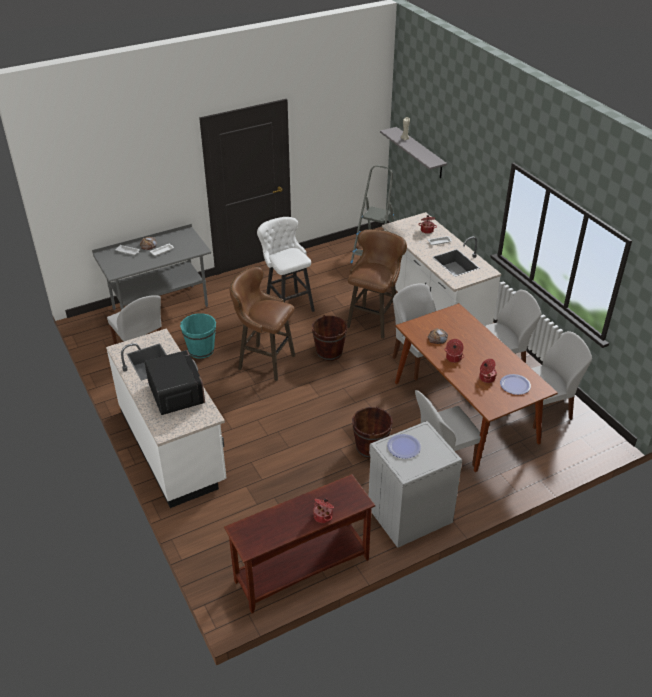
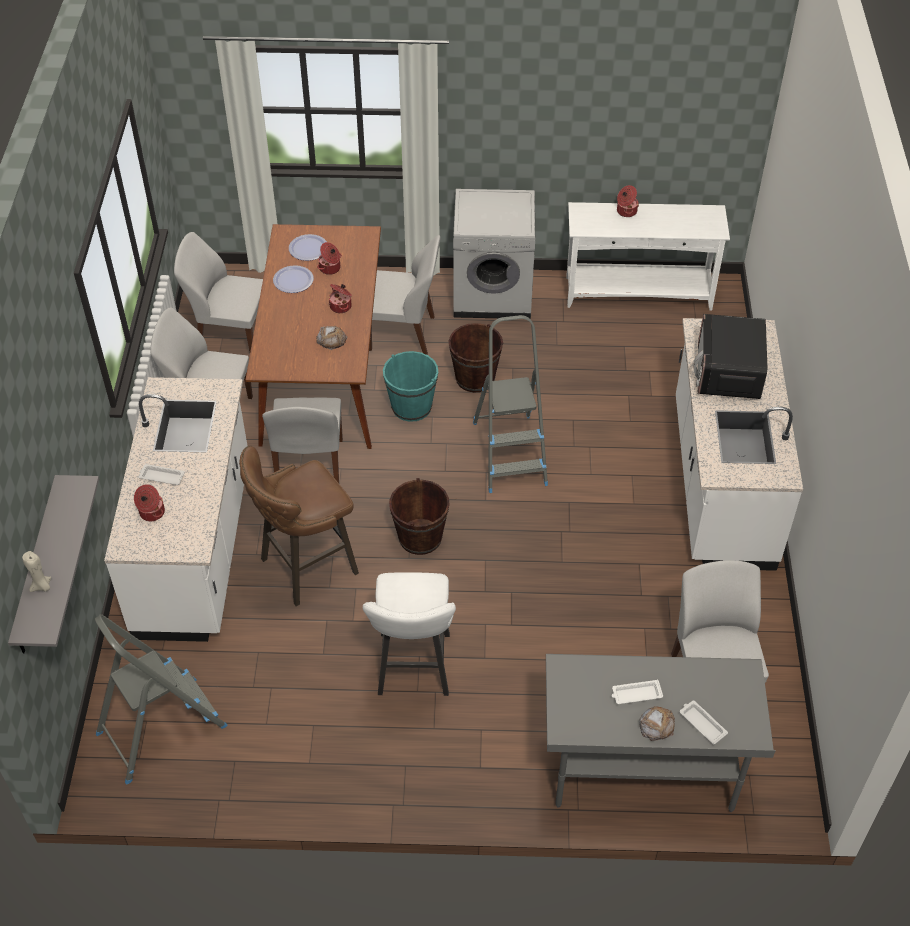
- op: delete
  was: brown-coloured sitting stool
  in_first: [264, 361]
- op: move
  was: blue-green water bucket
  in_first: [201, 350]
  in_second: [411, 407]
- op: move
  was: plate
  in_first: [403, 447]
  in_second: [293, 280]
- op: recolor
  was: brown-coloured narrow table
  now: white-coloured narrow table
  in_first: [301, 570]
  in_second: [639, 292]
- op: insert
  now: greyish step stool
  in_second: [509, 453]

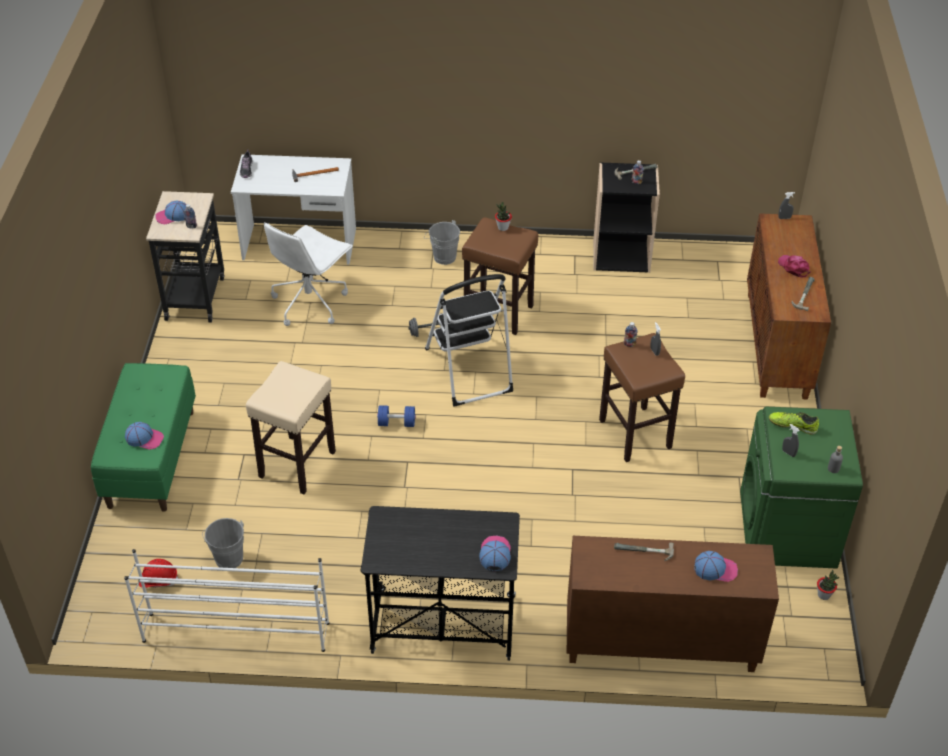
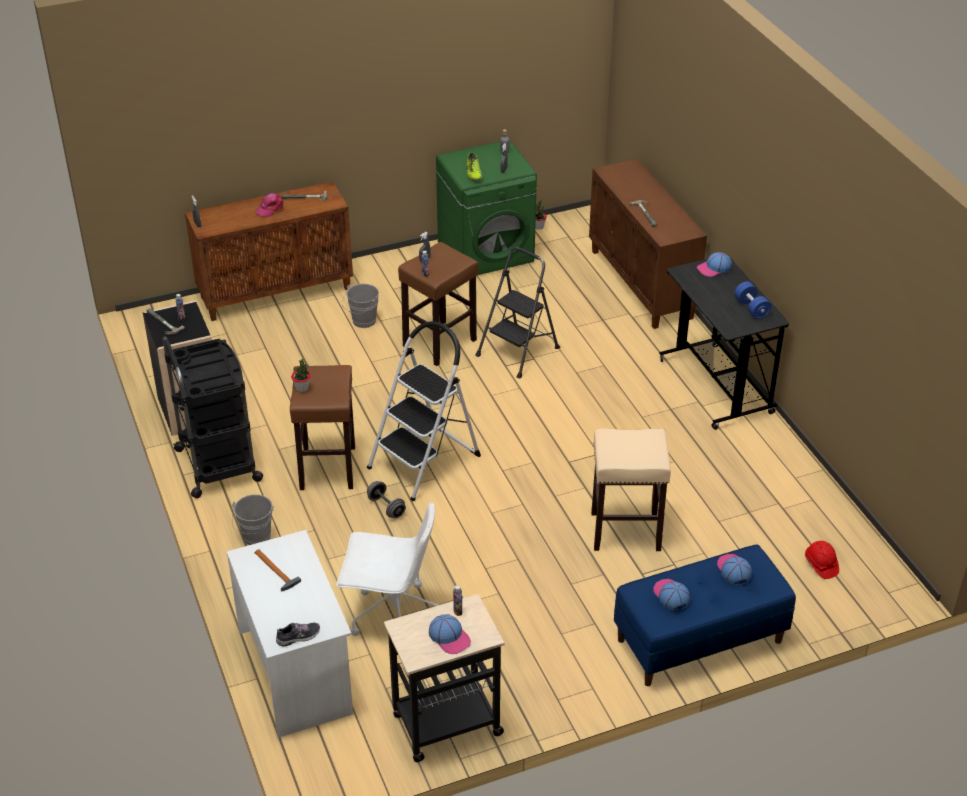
- op: recolor
  was: greenish indoor bench
  now: blue-coloured indoor bench
  in_first: [151, 458]
  in_second: [699, 641]
- op: move
  was: blue-coloured hand weight
  in_first: [396, 423]
  in_second: [751, 308]
- op: move
  was: greyish water bucket
  in_first: [227, 556]
  in_second: [362, 322]
- op: delete
  was: white-coloured shoe stand
  in_first: [235, 631]
- op: move
  was: cap
  in_first: [715, 569]
  in_second: [670, 595]
- op: insert
  now: blackish step stool
  in_second: [519, 350]
- op: insert
  now: blackish trolley
  in_second: [219, 465]

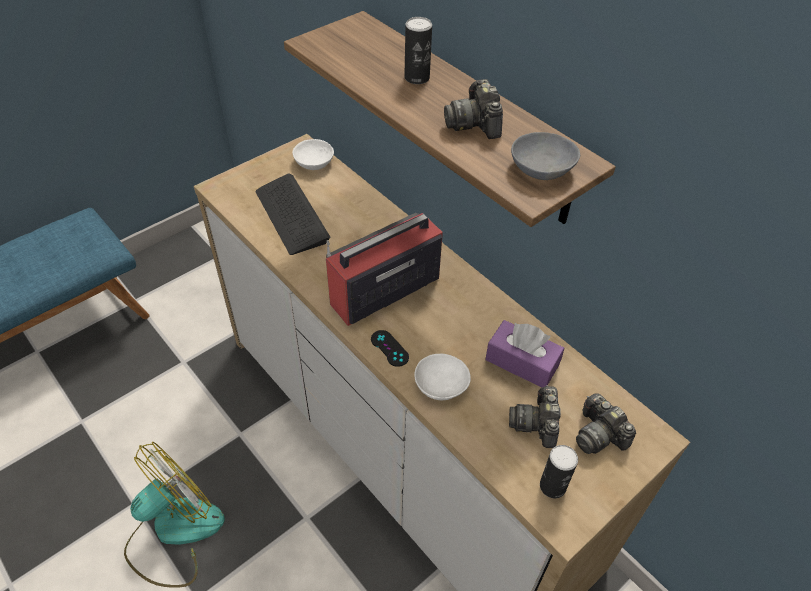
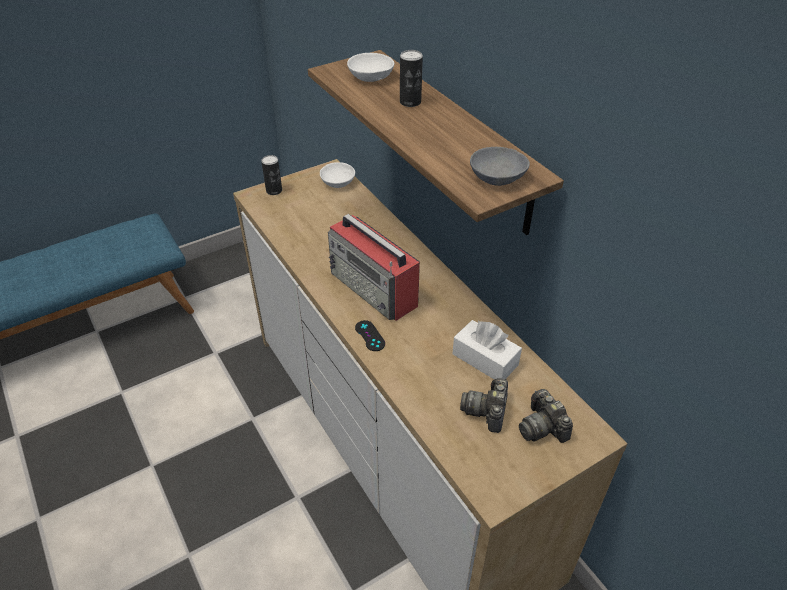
- op: delete
  was: still camera
  in_first: [474, 123]
- op: delete
  was: PC keyboard
  in_first: [291, 215]
- op: rotate
  was: radio
  in_first: [383, 291]
  in_second: [374, 289]
  clockwise: -105
- op: recolor
  was: purple-coloured tissue box
  now: white-coloured tissue box
  in_first: [522, 362]
  in_second: [485, 359]
- op: move
  was: white-coloured deep dish
  in_first: [442, 384]
  in_second: [372, 76]
- op: delete
  was: fan
  in_first: [174, 533]
- op: move
  was: metal can
  in_first: [552, 486]
  in_second: [274, 191]

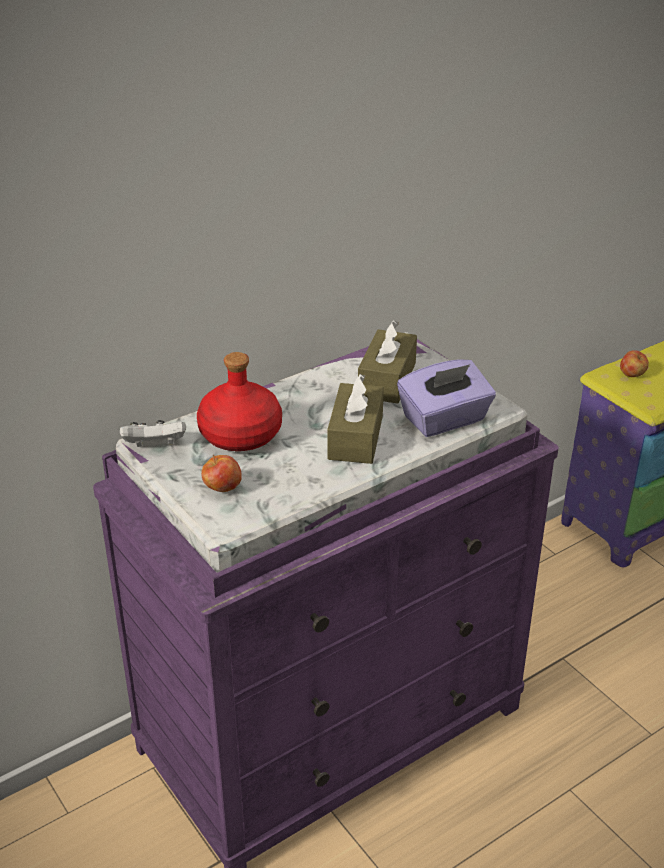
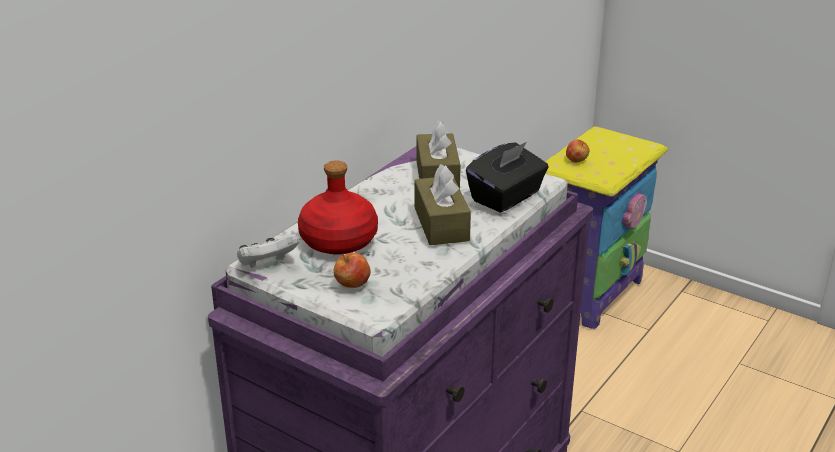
- op: recolor
  was: purple-coloured tissue box
  now: blackish tissue box
  in_first: [444, 420]
  in_second: [506, 197]

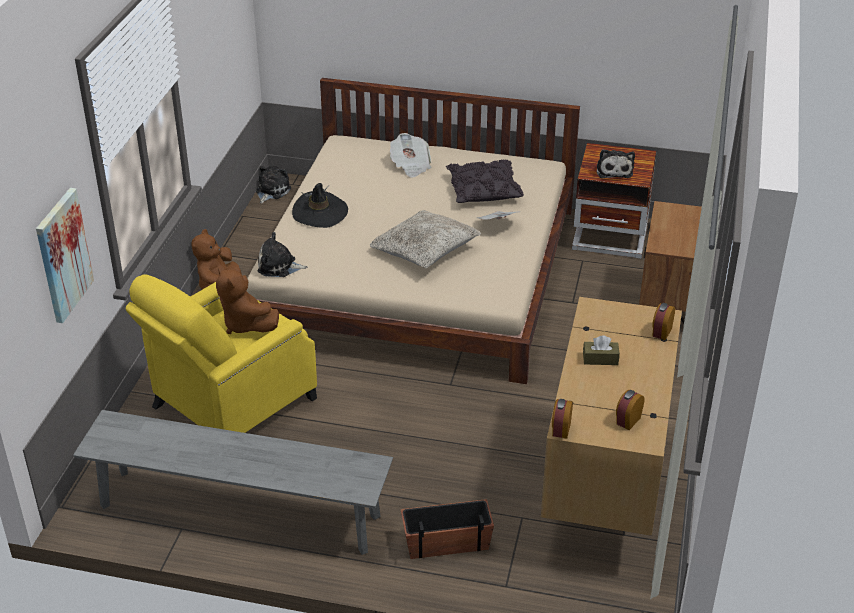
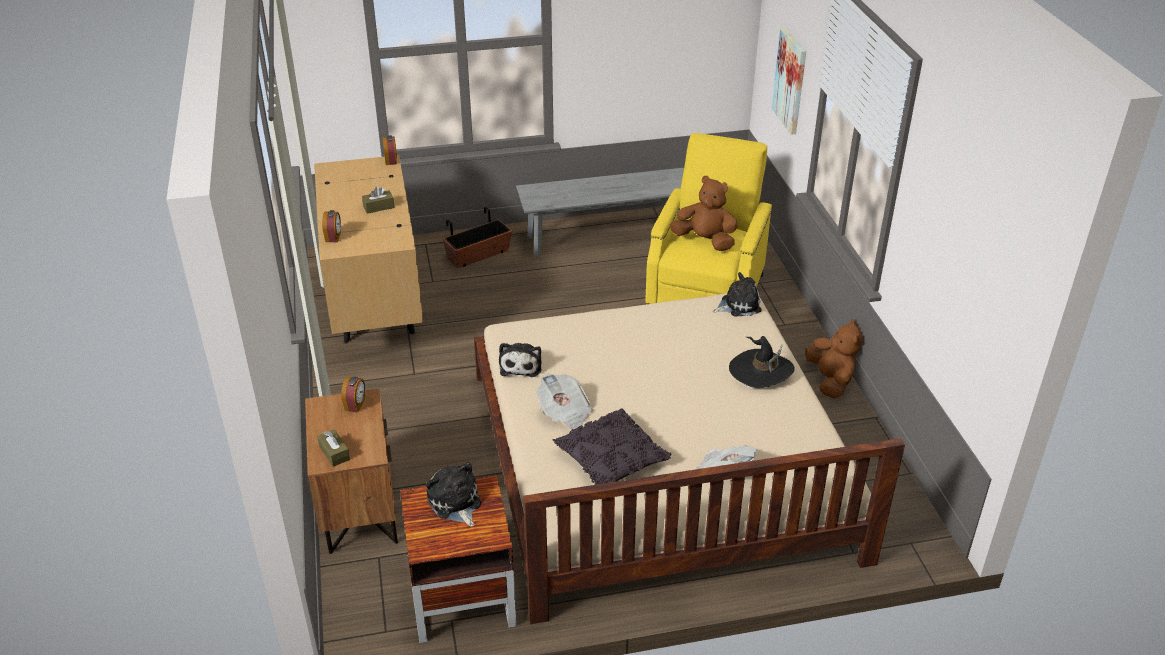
- op: move
  was: cuddly toy
  in_first: [271, 191]
  in_second: [521, 365]
- op: delete
  was: sand-coloured throw pillow
  in_first: [425, 250]
- op: move
  was: alarm clock
  in_first: [627, 420]
  in_second: [355, 404]
- op: insert
  now: brown-coloured tissue box
  in_second: [334, 453]

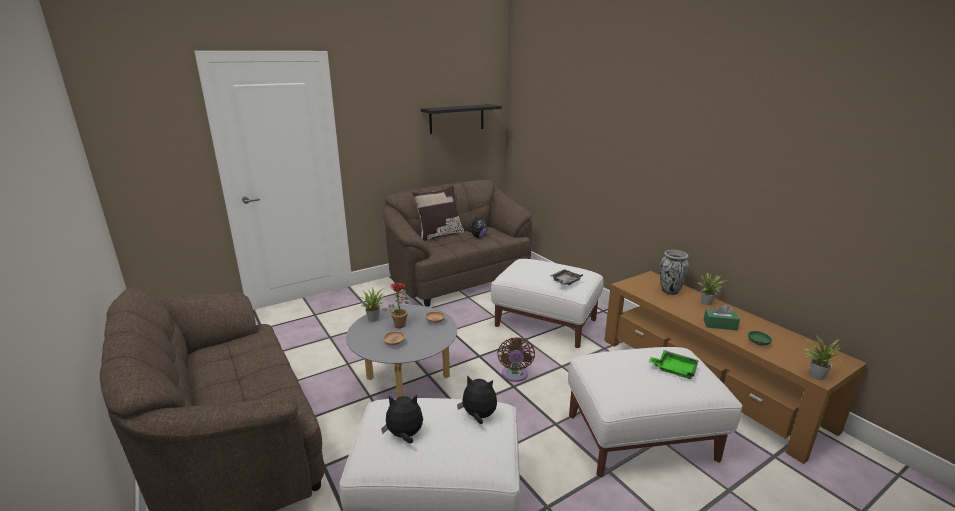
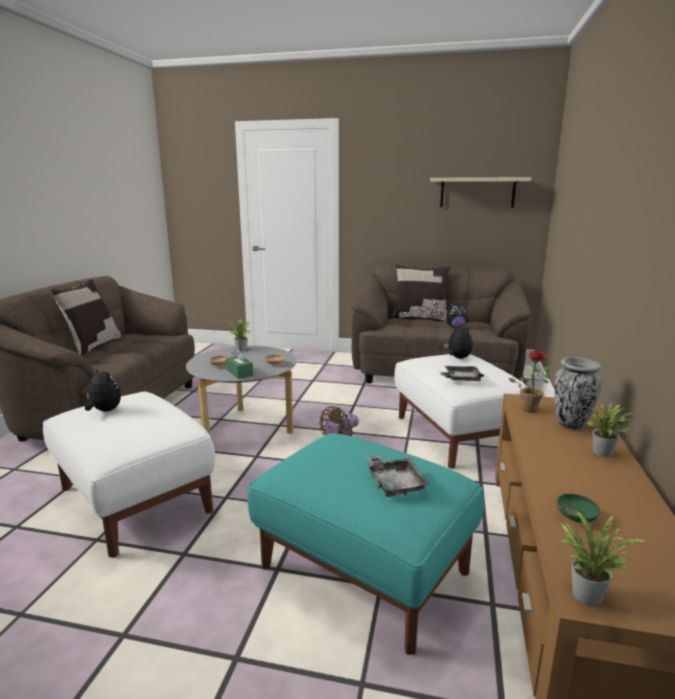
- op: recolor
  was: blackish shelf
  now: sand-coloured shelf
  in_first: [457, 118]
  in_second: [477, 192]
- op: move
  was: potted plant
  in_first: [400, 324]
  in_second: [530, 408]
- op: move
  was: greenish tissue box
  in_first: [720, 325]
  in_second: [239, 373]
- op: recolor
  was: white-coloured ottoman
  now: blue-green ottoman
  in_first: [640, 436]
  in_second: [363, 568]
- op: recolor
  was: greenish carrying tray
  now: greyish carrying tray
  in_first: [674, 369]
  in_second: [395, 483]
- op: move
  was: cuddly toy
  in_first: [478, 416]
  in_second: [458, 358]
- op: insert
  now: throw pillow
  in_second: [92, 346]

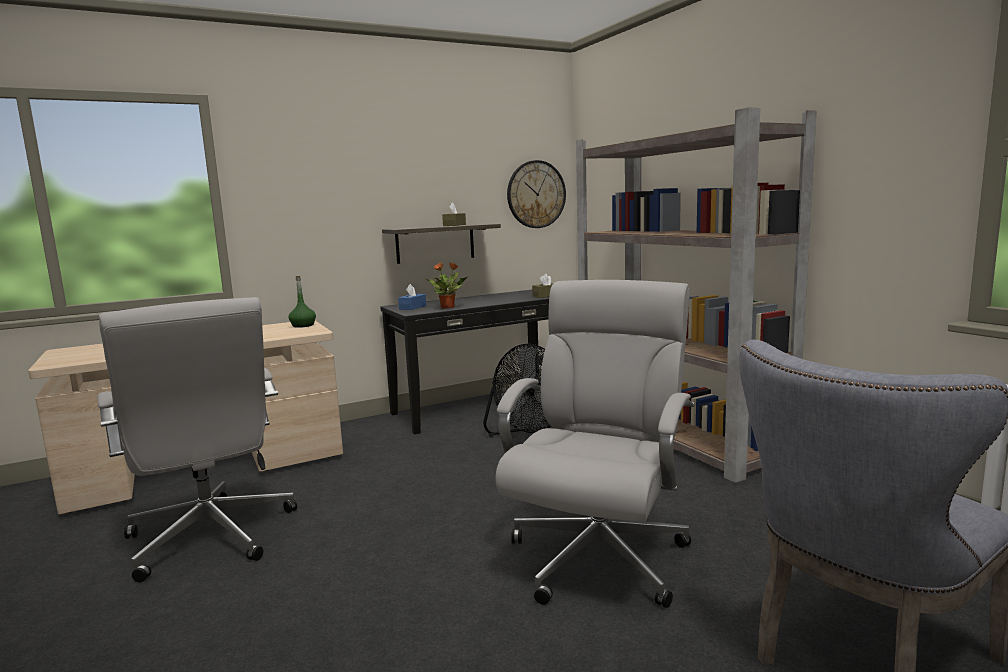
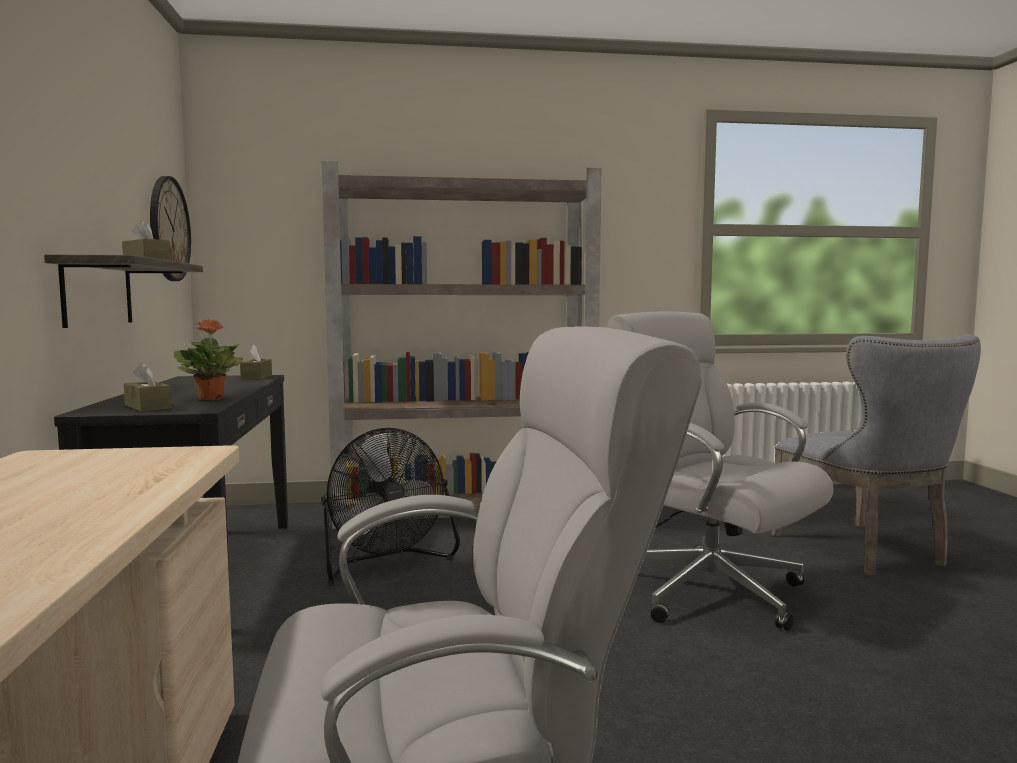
- op: delete
  was: greenish beverage bottle
  in_first: [303, 325]
- op: recolor
  was: blue-coloured tissue box
  now: brown-coloured tissue box
  in_first: [412, 307]
  in_second: [148, 407]

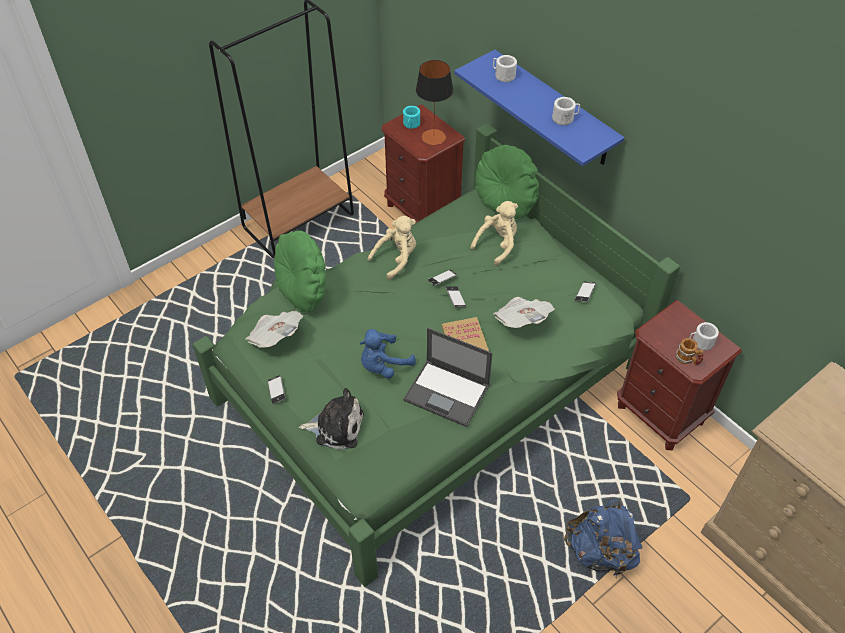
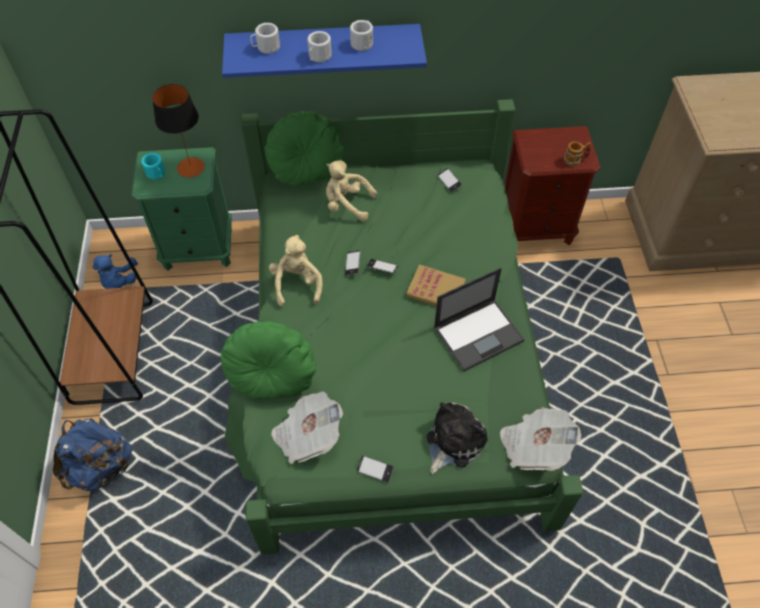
- op: recolor
  was: brown-coloured night table
  now: greenish night table
  in_first: [421, 210]
  in_second: [198, 248]
- op: rotate
  was: sand-coloured cuddly toy
  in_first: [497, 244]
  in_second: [347, 204]
  clockwise: -60
- op: move
  was: daily paper
  in_first: [521, 321]
  in_second: [534, 446]
- op: move
  was: white-coloured mug
  in_first: [700, 342]
  in_second: [318, 57]
- op: move
  was: blue-coloured cuddly toy
  in_first: [383, 365]
  in_second: [118, 281]
- op: move
  was: blue-coloured knapsack
  in_first: [600, 552]
  in_second: [101, 467]

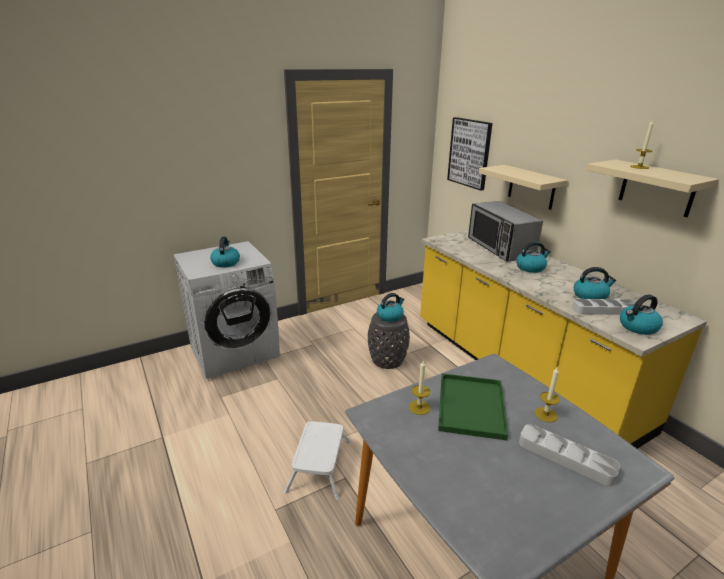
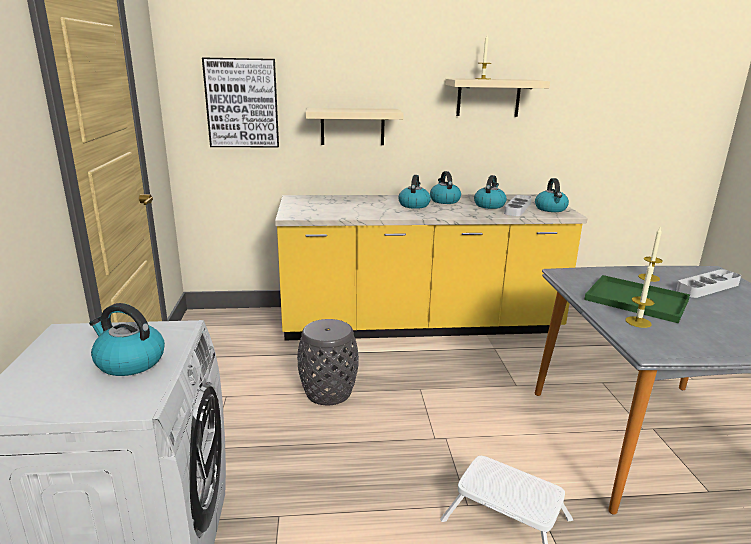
- op: delete
  was: microwave
  in_first: [500, 248]
- op: move
  was: water kettle
  in_first: [390, 316]
  in_second: [444, 200]

